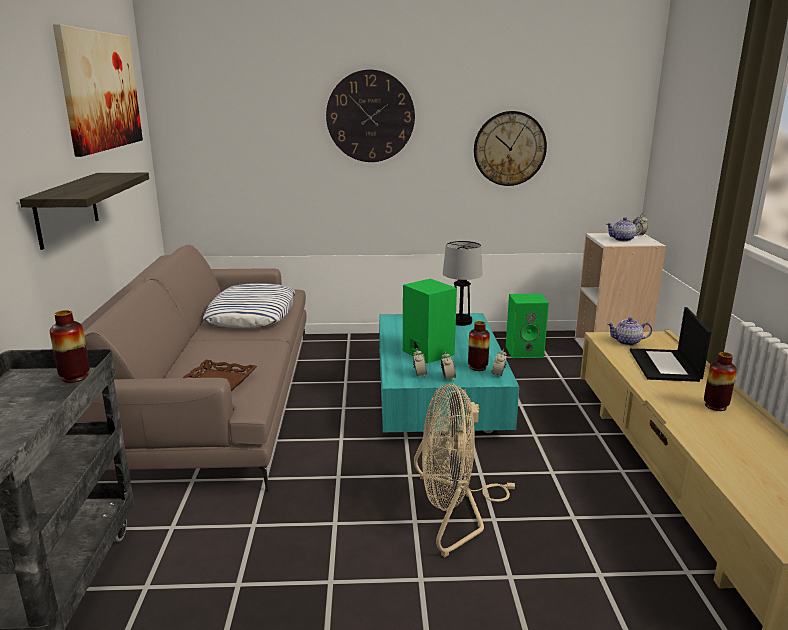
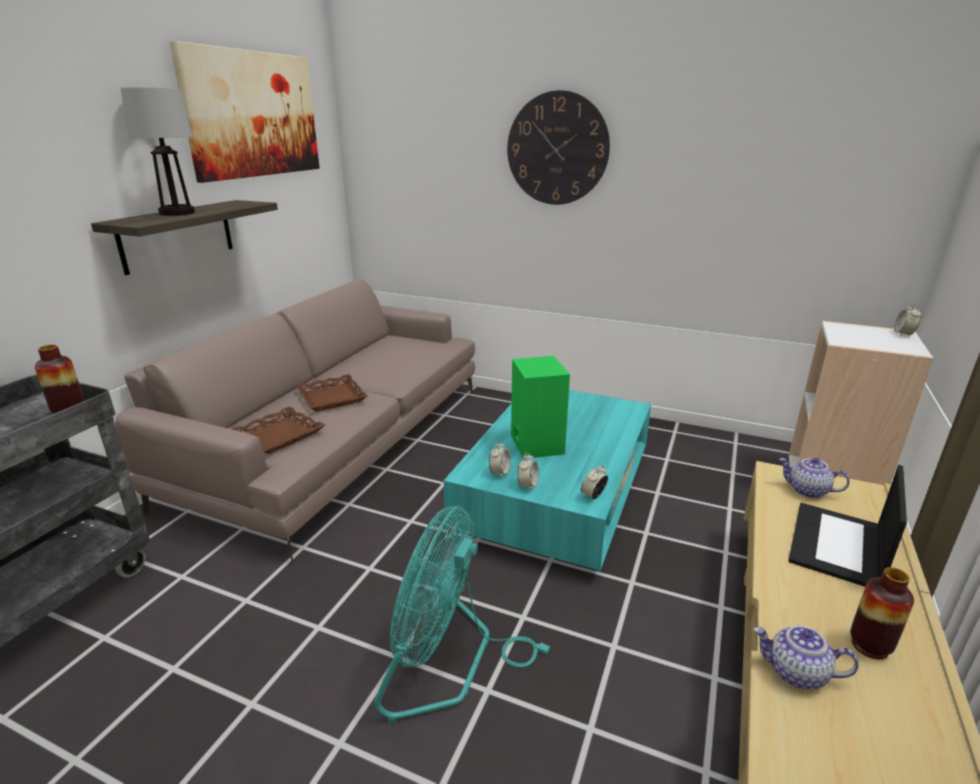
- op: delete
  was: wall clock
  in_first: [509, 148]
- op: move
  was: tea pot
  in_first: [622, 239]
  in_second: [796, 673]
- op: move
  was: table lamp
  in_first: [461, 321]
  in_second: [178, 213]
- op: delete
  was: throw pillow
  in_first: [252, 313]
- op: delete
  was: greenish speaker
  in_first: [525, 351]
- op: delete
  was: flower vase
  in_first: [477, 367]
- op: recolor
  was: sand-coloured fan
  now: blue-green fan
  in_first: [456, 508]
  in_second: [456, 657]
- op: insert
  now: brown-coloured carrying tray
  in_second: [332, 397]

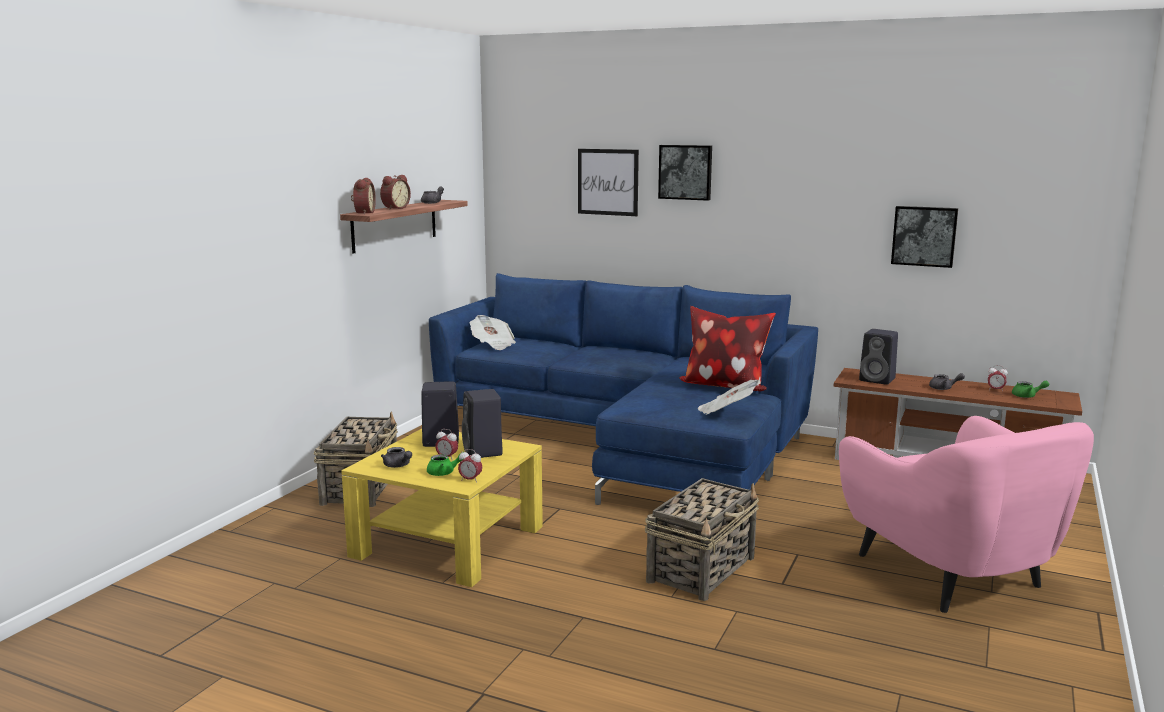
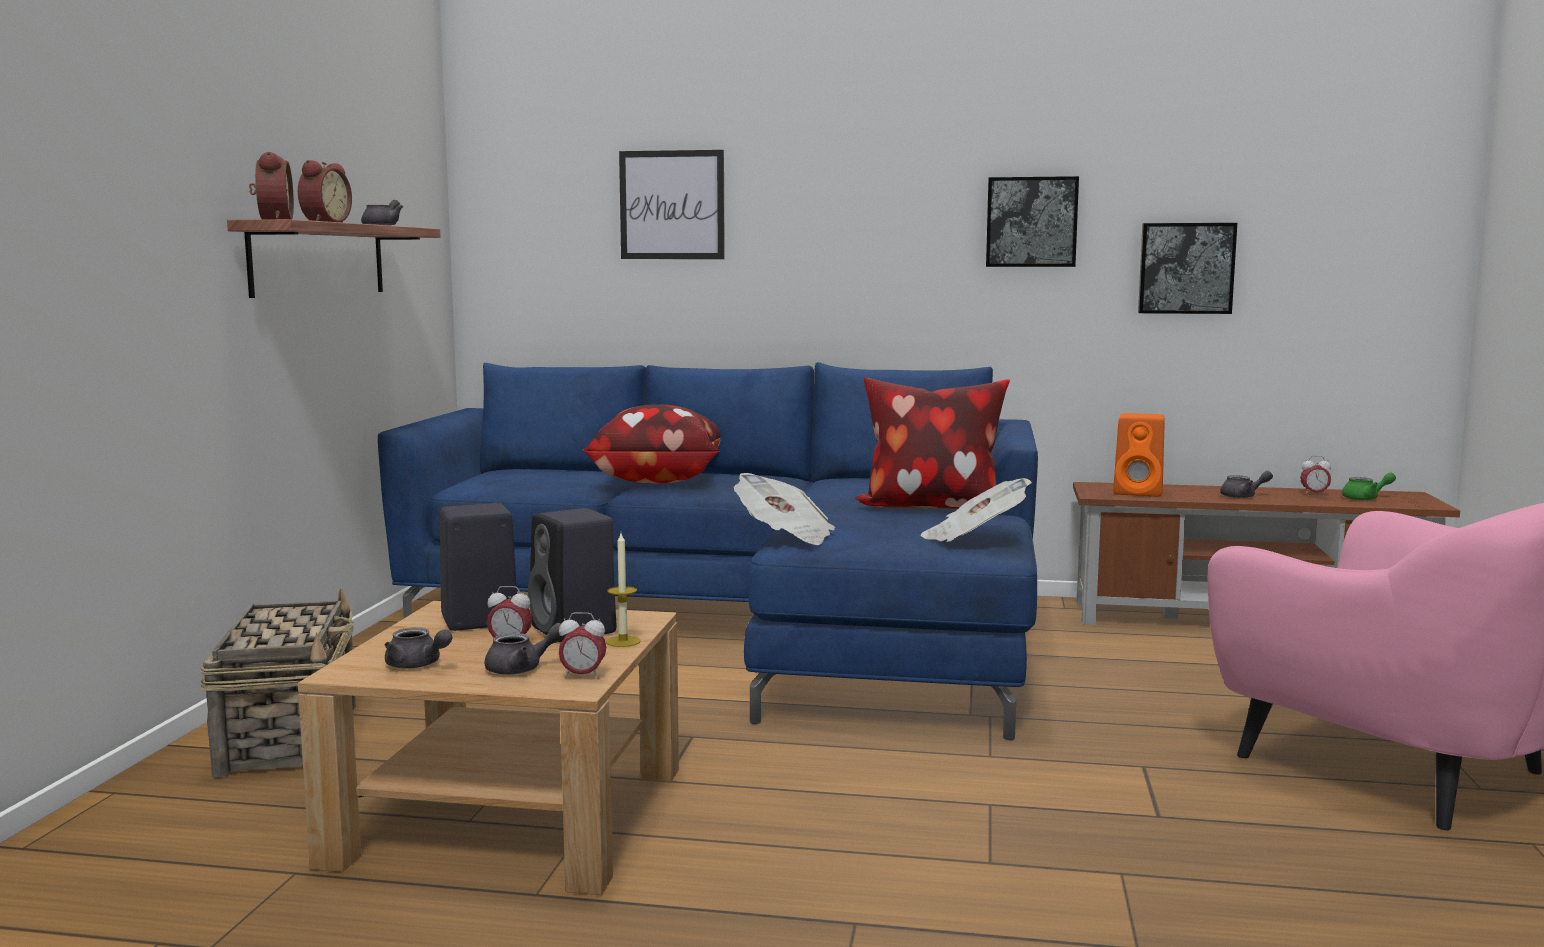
- op: move
  was: wall picture
  in_first: [685, 172]
  in_second: [1031, 222]
- op: move
  was: daily paper
  in_first: [493, 345]
  in_second: [785, 536]
- op: recolor
  was: blackish speaker
  now: orange speaker
  in_first: [878, 380]
  in_second: [1140, 492]
- op: recolor
  was: yellow low table
  now: brown-coloured low table
  in_first: [448, 541]
  in_second: [510, 815]
- op: recolor
  was: greenish tea pot
  now: greyish tea pot
  in_first: [445, 473]
  in_second: [522, 669]
- op: delete
  was: household basket
  in_first: [702, 569]
- op: insert
  now: throw pillow
  in_second: [657, 480]
- op: insert
  now: wax light
  in_second: [623, 641]

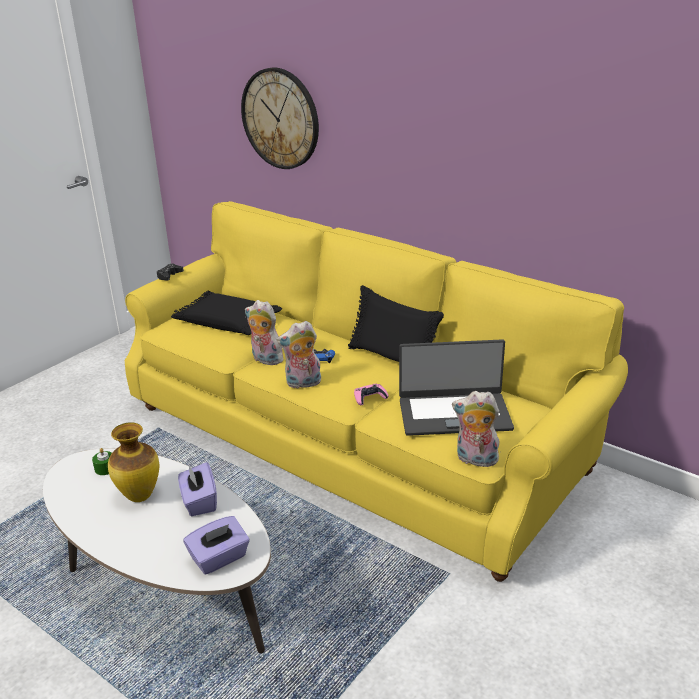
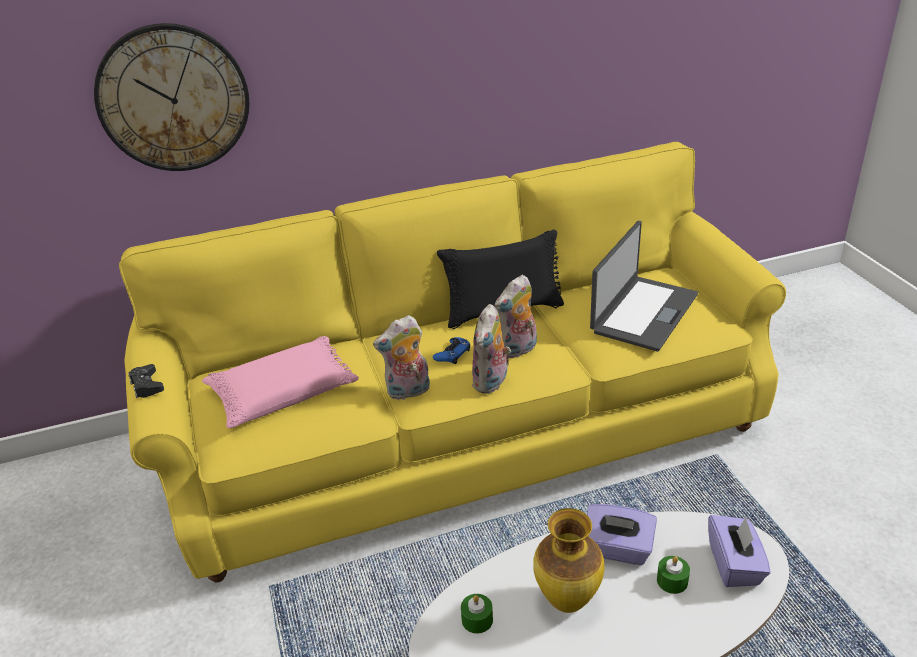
- op: recolor
  was: blackish throw pillow
  now: pinkish throw pillow
  in_first: [227, 320]
  in_second: [282, 388]
- op: delete
  was: pinkish joypad
  in_first: [370, 397]
- op: move
  was: cuddly toy
  in_first: [475, 460]
  in_second: [518, 350]
- op: insert
  now: greenish wax light
  in_second: [672, 581]

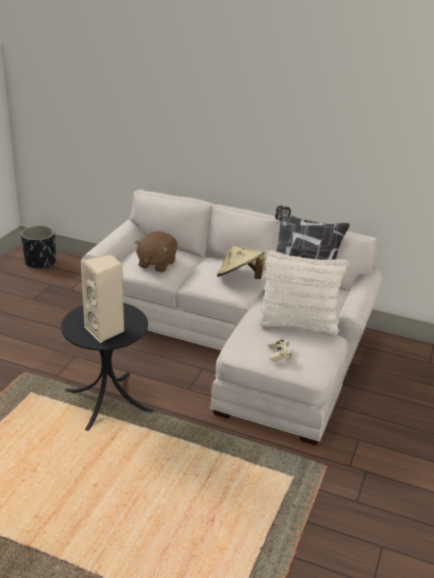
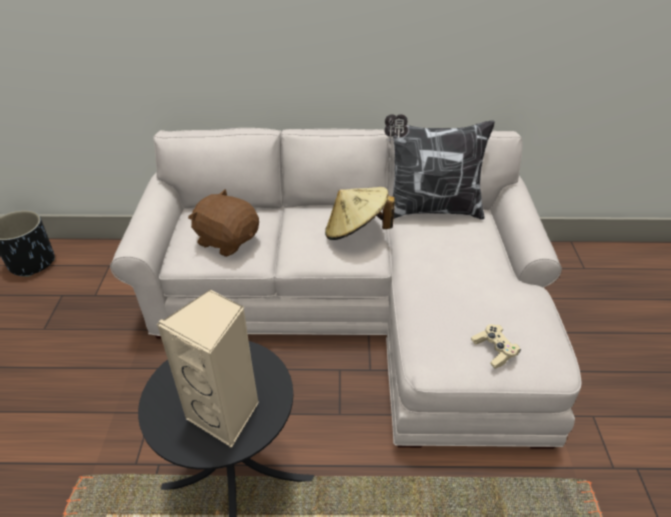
- op: rotate
  was: brown-coloured cuddly toy
  in_first: [156, 264]
  in_second: [227, 240]
  clockwise: 120
- op: delete
  was: sand-coloured throw pillow
  in_first: [298, 325]

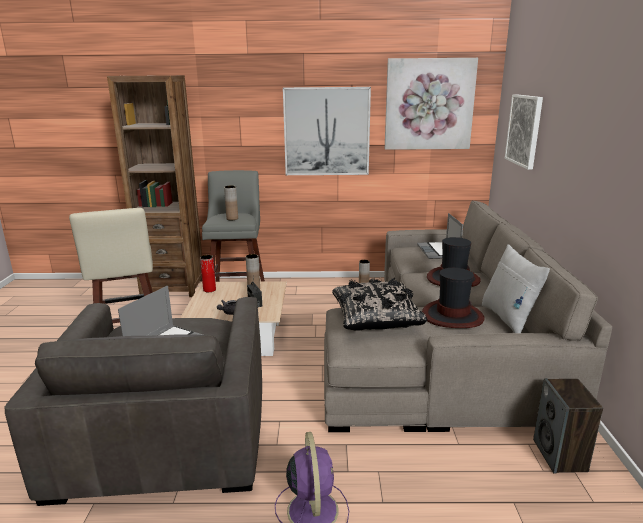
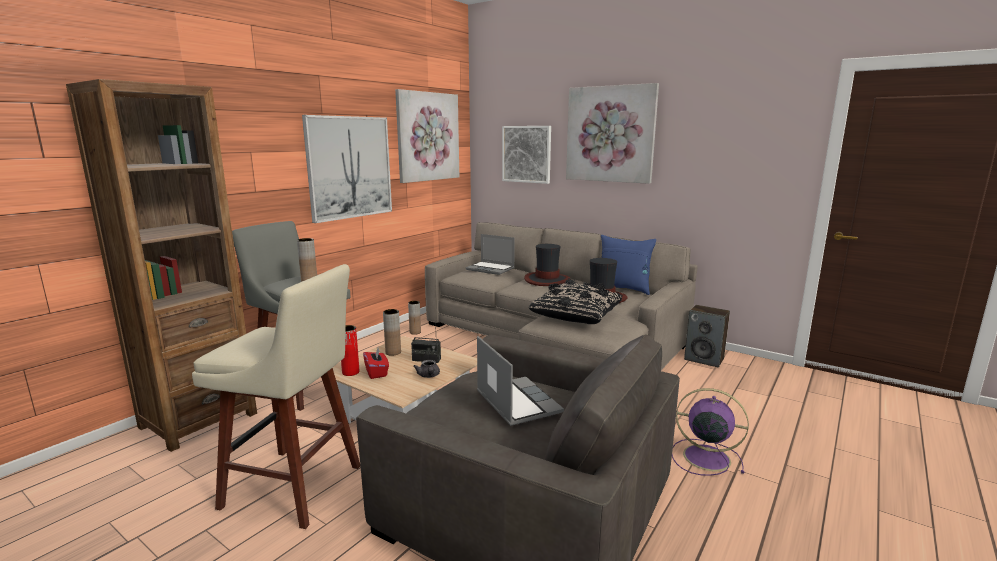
- op: recolor
  was: greyish throw pillow
  now: blue-coloured throw pillow
  in_first: [508, 319]
  in_second: [622, 289]
- op: insert
  now: wall picture
  in_second: [610, 134]
- op: insert
  now: red-coloured tissue box
  in_second: [376, 372]

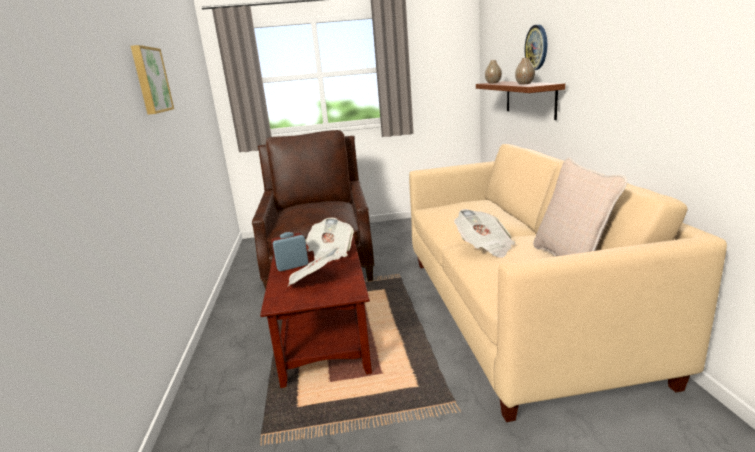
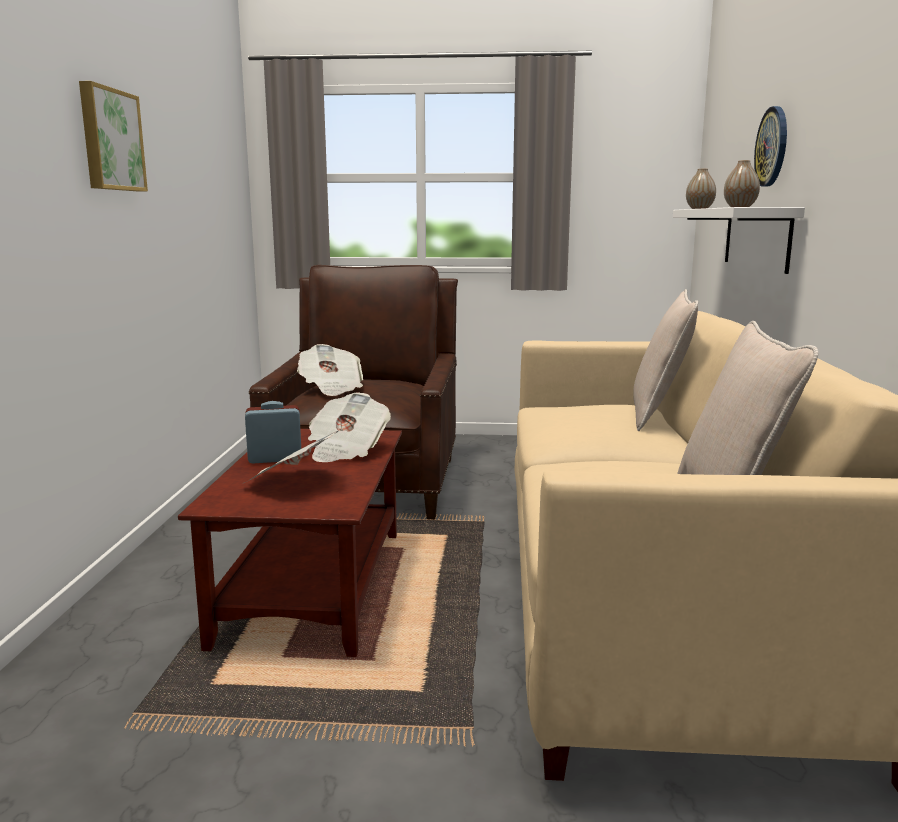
- op: recolor
  was: brown-coloured shelf
  now: white-coloured shelf
  in_first: [530, 98]
  in_second: [756, 238]
- op: move
  was: daily paper
  in_first: [485, 247]
  in_second: [331, 388]
- op: insert
  now: sand-coloured throw pillow
  in_second: [658, 417]

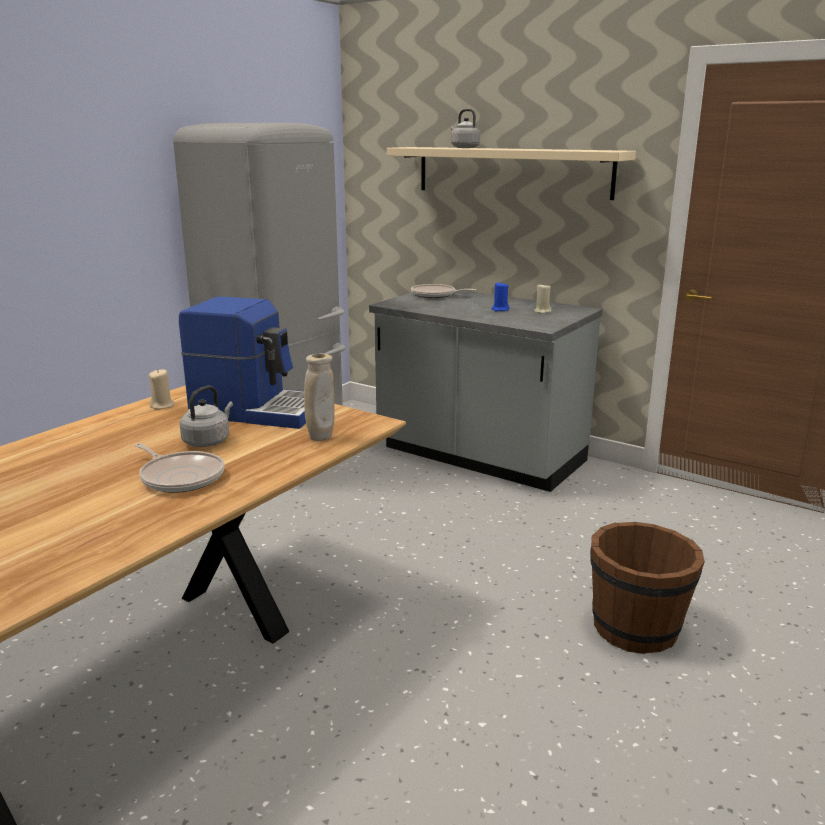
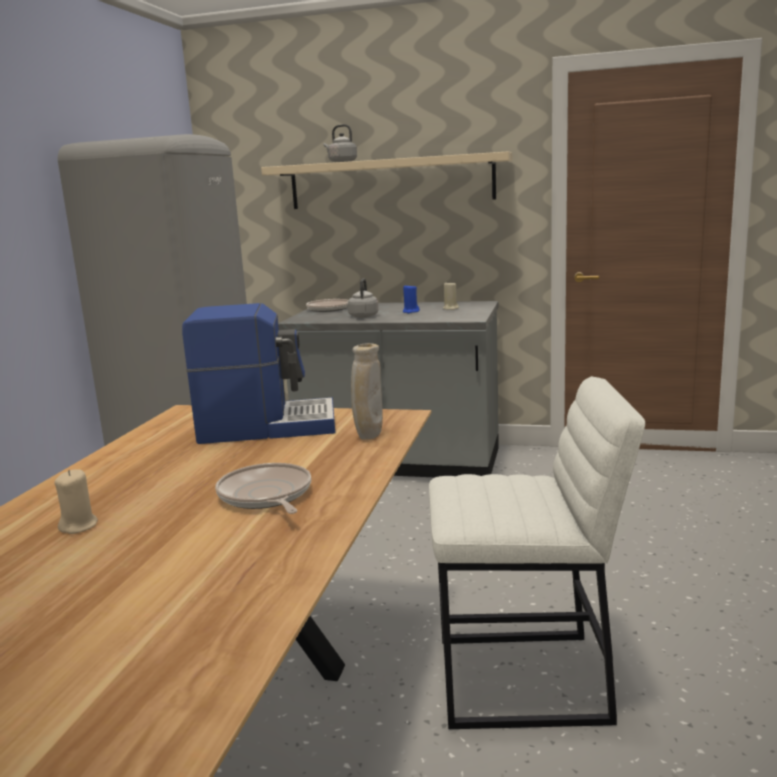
- op: move
  was: sand-coloured wax light
  in_first: [162, 405]
  in_second: [79, 526]
- op: move
  was: greyish water kettle
  in_first: [208, 441]
  in_second: [364, 316]
- op: rotate
  was: pan
  in_first: [180, 477]
  in_second: [266, 496]
  clockwise: -135
- op: delete
  was: brown-coloured water bucket
  in_first: [636, 628]
- op: insert
  now: white-coloured plain chair
  in_second: [526, 678]

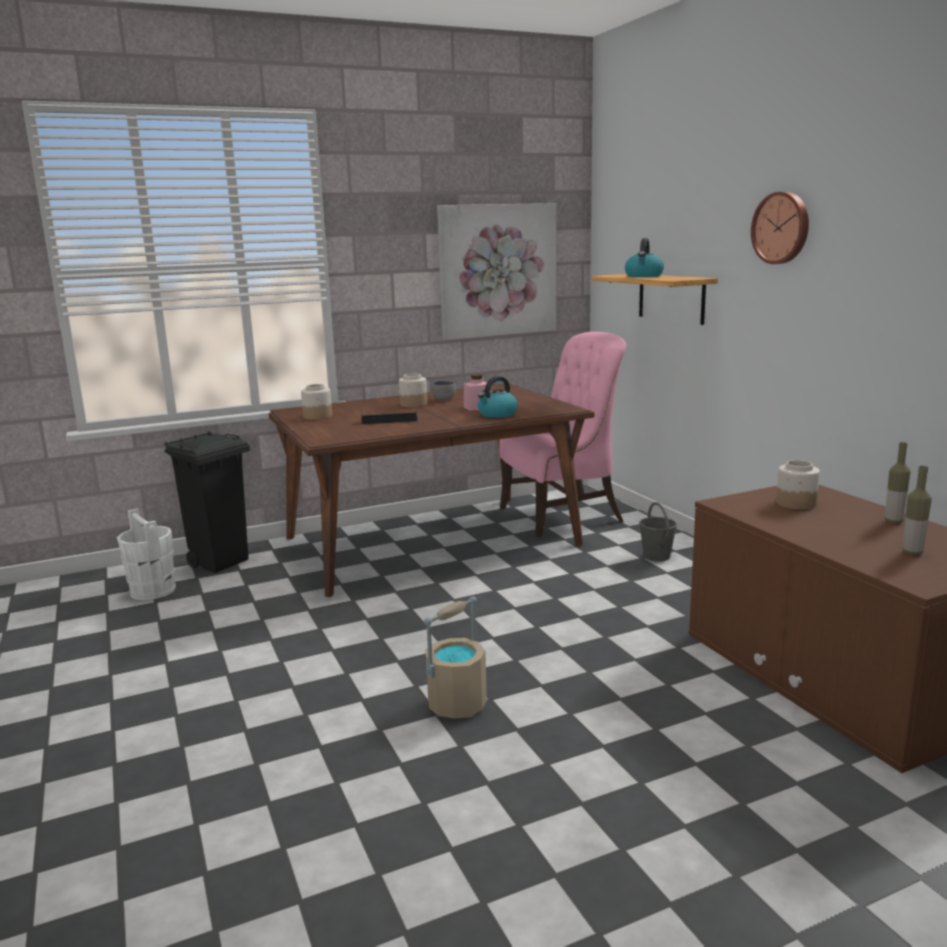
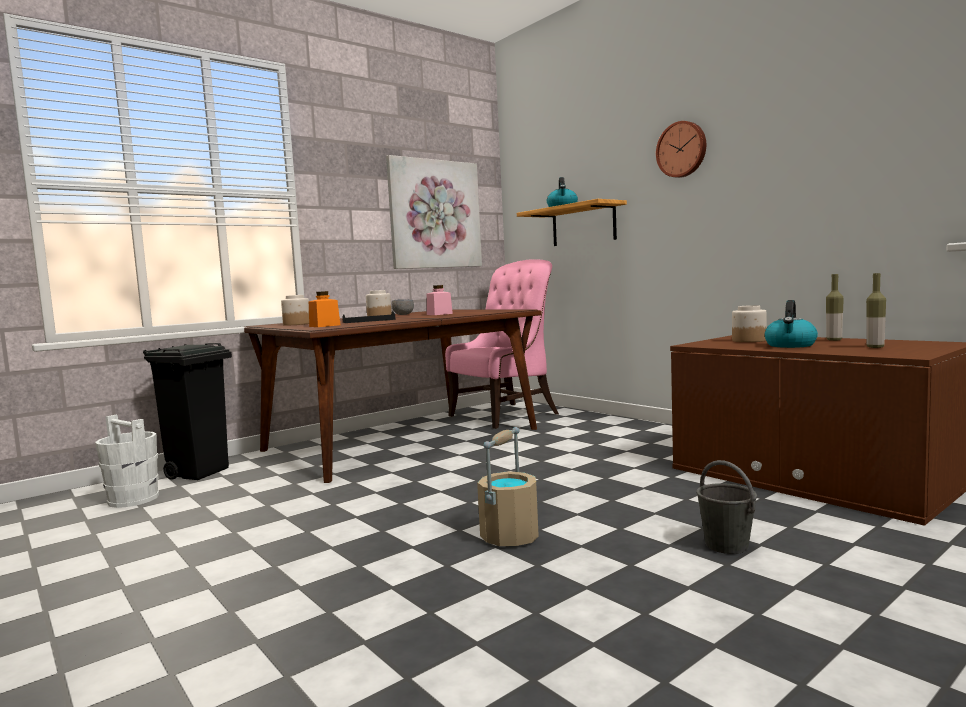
- op: move
  was: water kettle
  in_first: [497, 414]
  in_second: [790, 345]
- op: move
  was: greyish water bucket
  in_first: [657, 556]
  in_second: [727, 545]
- op: insert
  now: orange preserve jar
  in_second: [324, 326]

